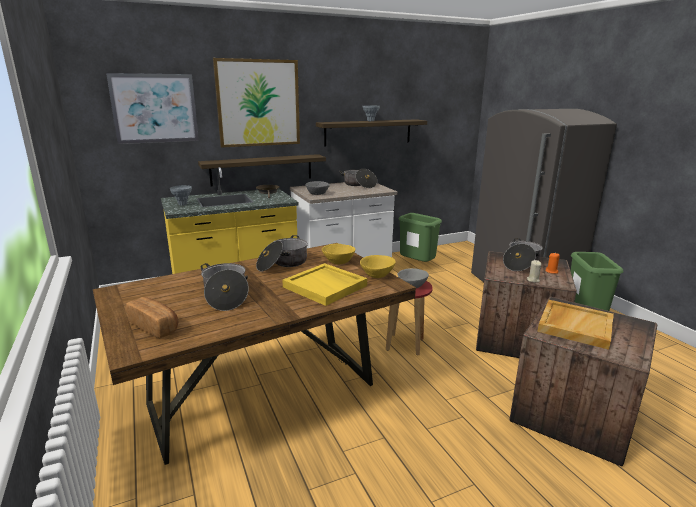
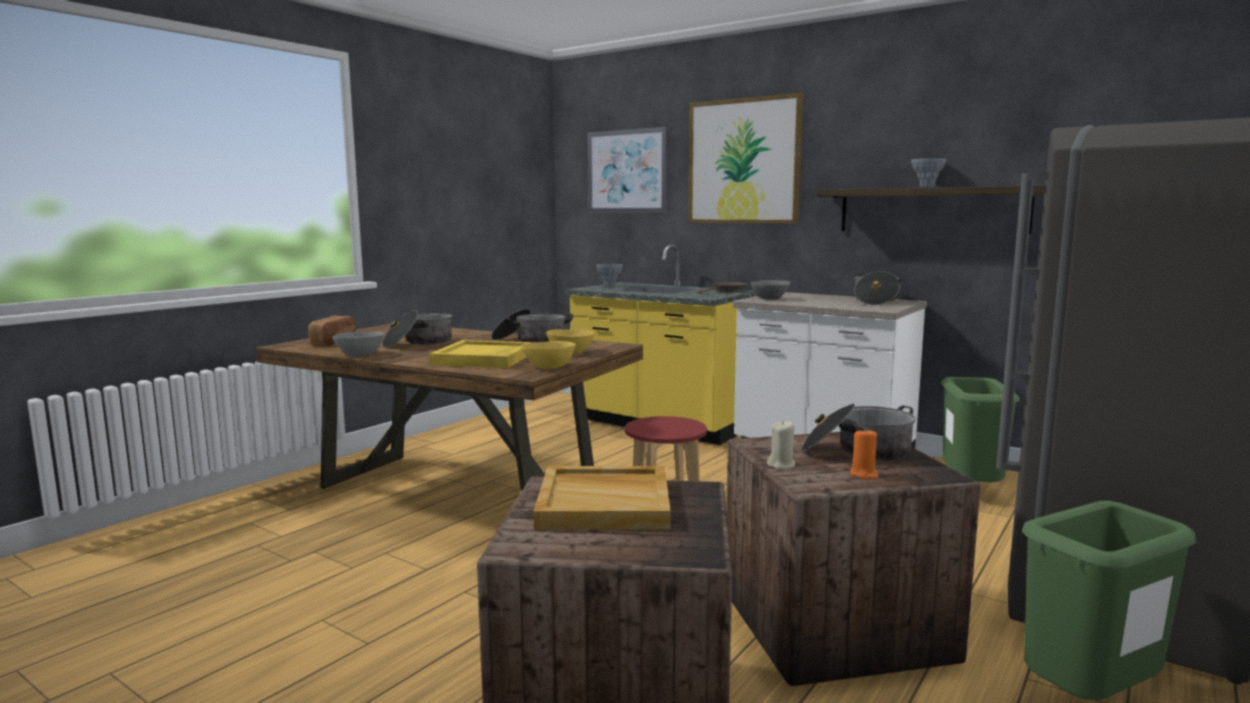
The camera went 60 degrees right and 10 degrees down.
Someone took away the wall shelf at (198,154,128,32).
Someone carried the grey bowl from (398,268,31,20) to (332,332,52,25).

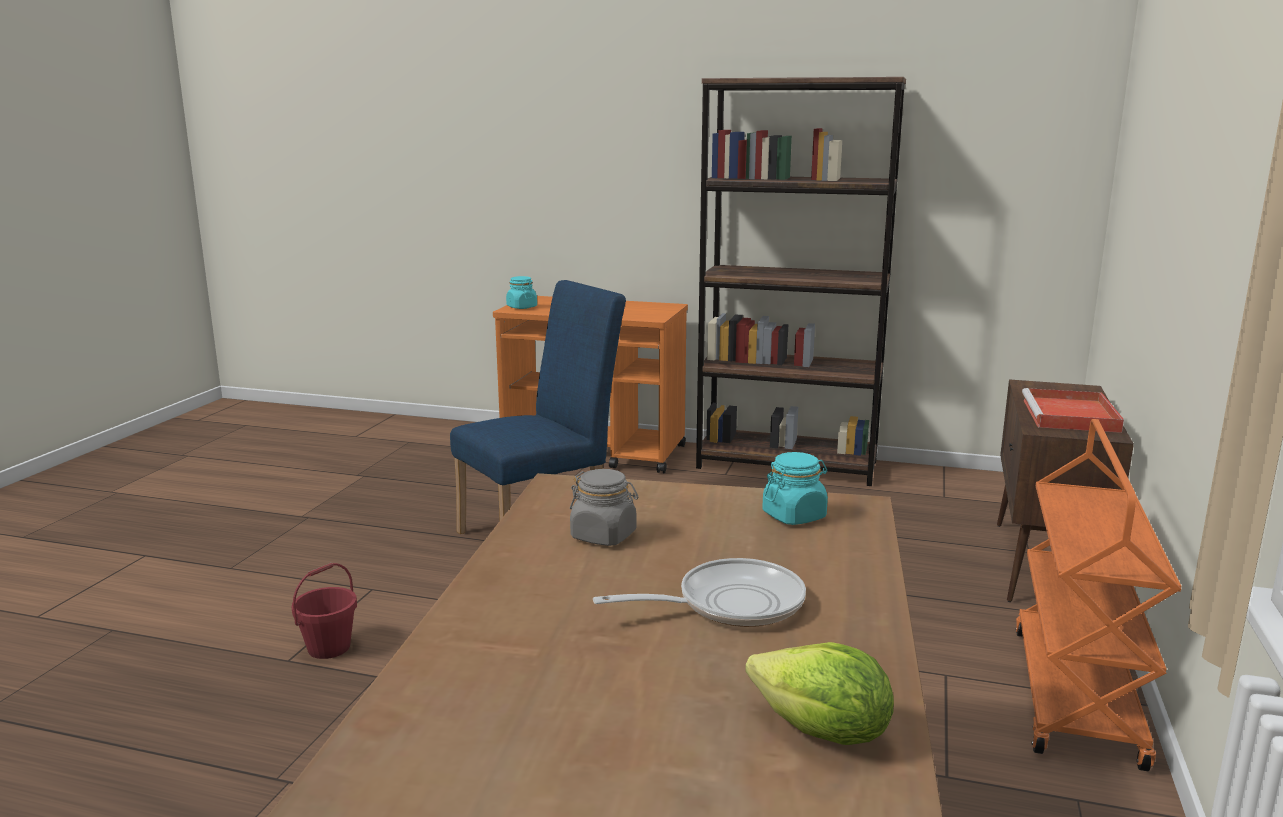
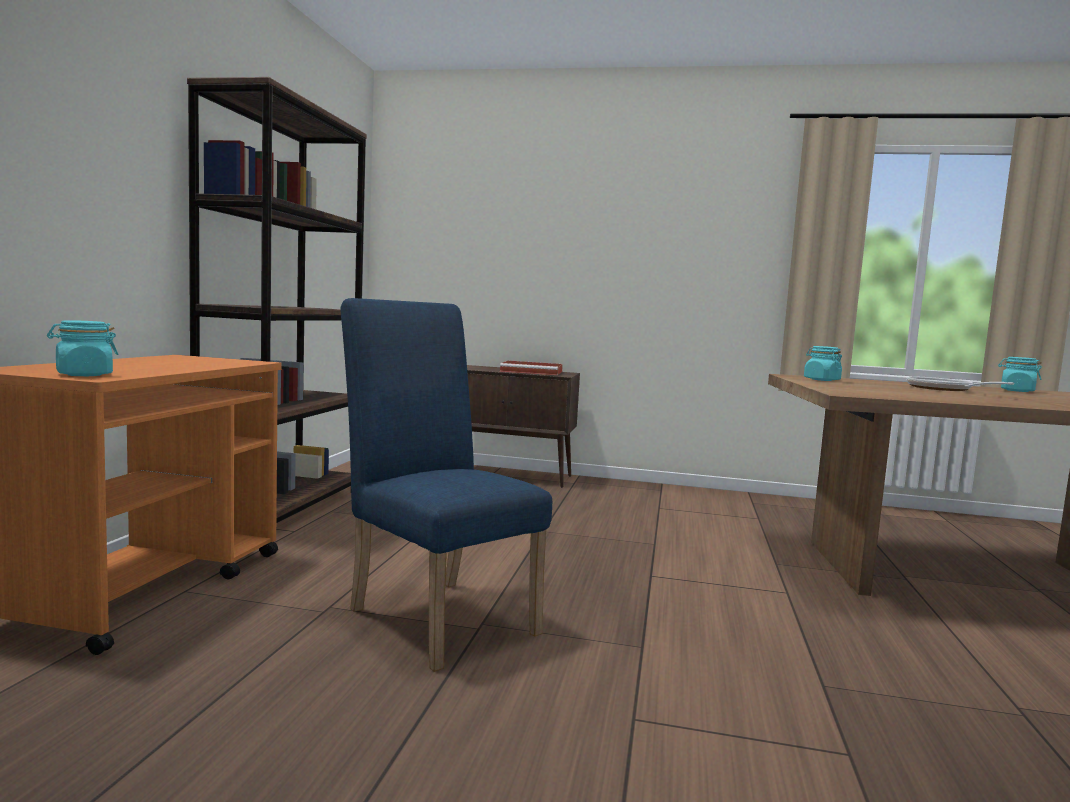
The camera went 95 degrees left and 10 degrees down.
Someone took away the red bucket at (291,563,66,96).
Someone took away the grey storage jar at (570,469,68,77).
Someone took away the orange wheeled cart at (1016,419,165,352).
Someone swapped the lettuce head at (745,642,149,103) for the turquoise-coloured storage jar at (998,357,44,35).

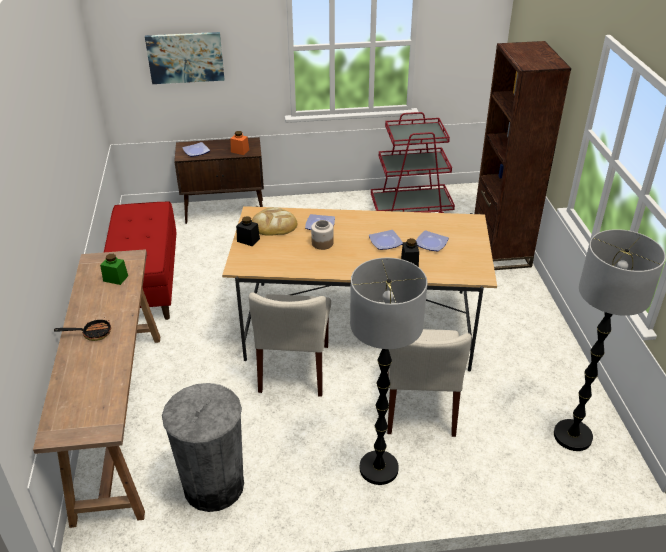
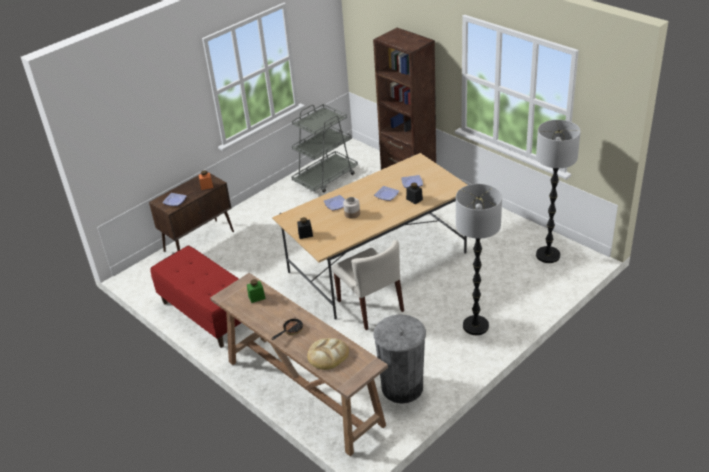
The camera went 35 degrees left and 0 degrees up.
Someone took away the wall art at (145,32,80,52).
Someone took away the sand-coloured plain chair at (387,329,85,108).
Someone carried the baked bread from (252,207,45,29) to (307,338,42,32).
Someone repainted the red wheeled cart at (371,112,84,101), which became the grey wheeled cart at (291,104,67,89).

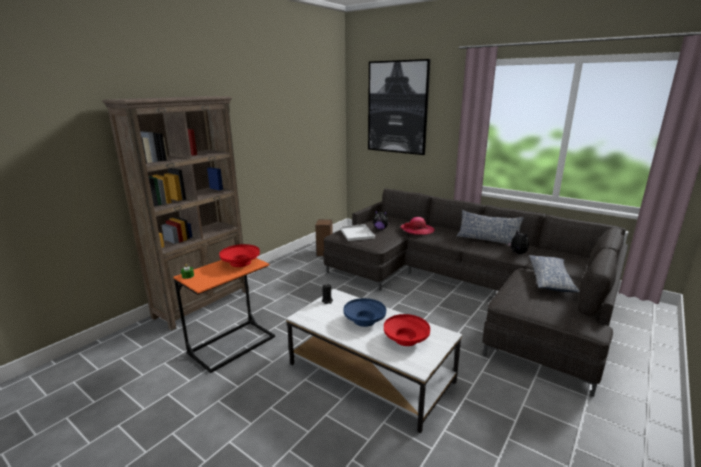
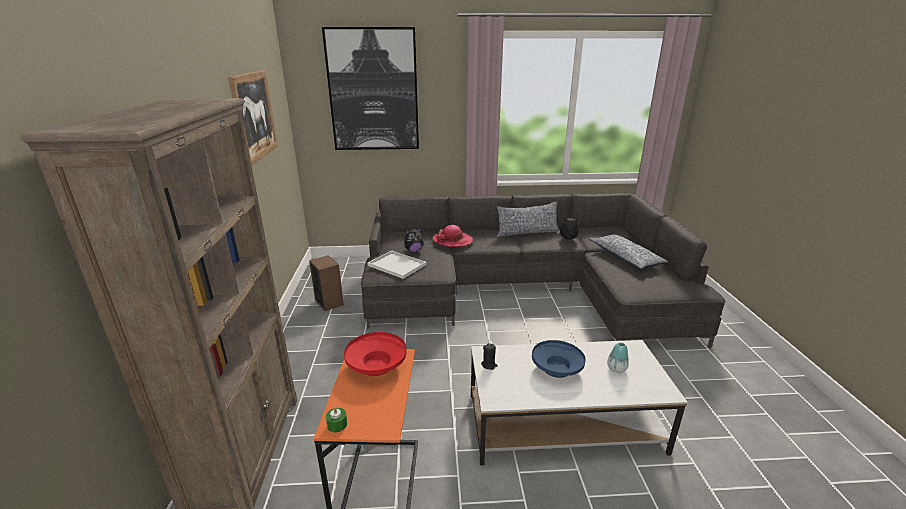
The camera went 40 degrees left and 5 degrees up.
Someone put up the wall art at (228,70,50,96).
Someone swapped the red bowl at (384,314,46,32) for the vase at (607,343,22,30).

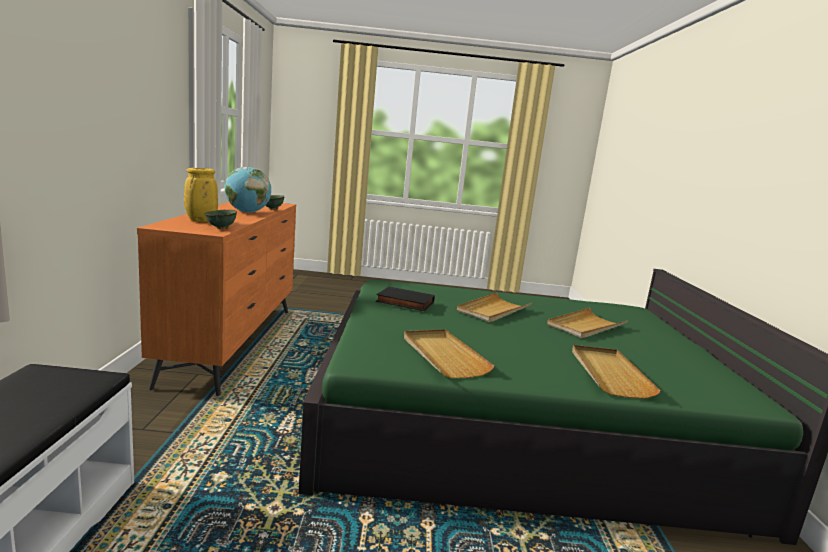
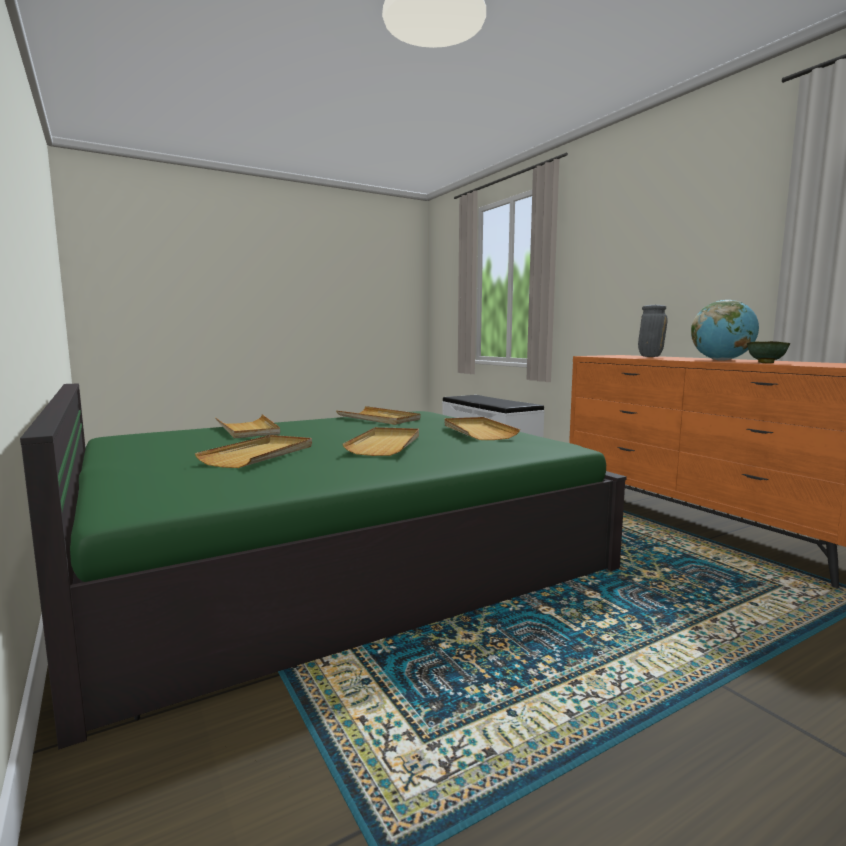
The camera went 150 degrees right and 5 degrees down.
Someone took away the green-coloured bowl at (205,210,32,19).
Someone swapped the blackish book at (376,286,59,25) for the sand-coloured tray at (445,417,75,23).
Someone repainted the yellowish vase at (184,168,34,54), which became the grey vase at (638,305,29,52).

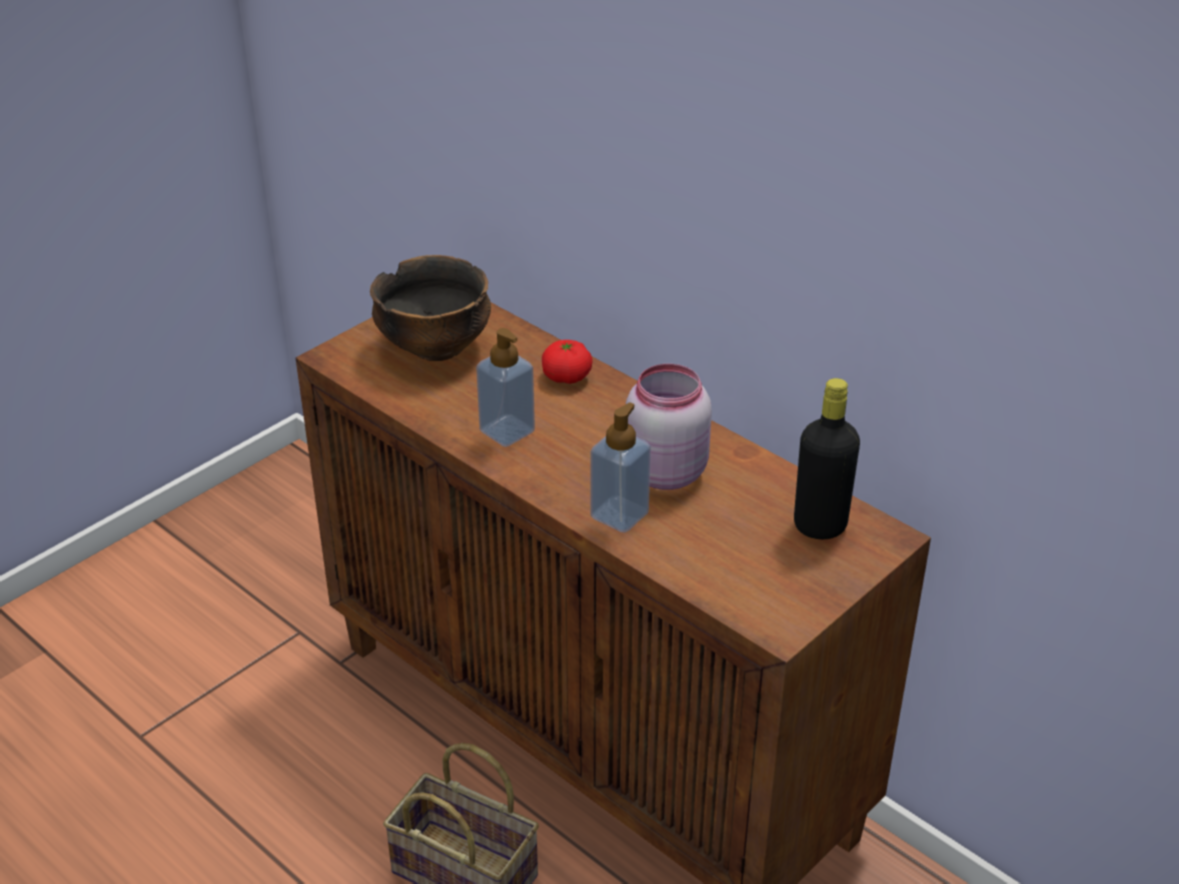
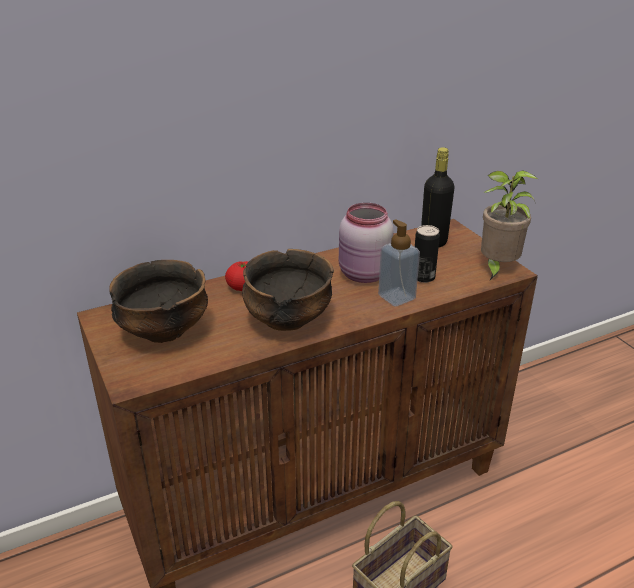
The camera went 70 degrees left and 5 degrees down.
Someone put down the can at (415,225,25,58).
Someone put down the plant in a pot at (481,170,57,110).
Someone swapped the soap bottle at (476,328,59,119) for the bowl at (242,249,92,82).

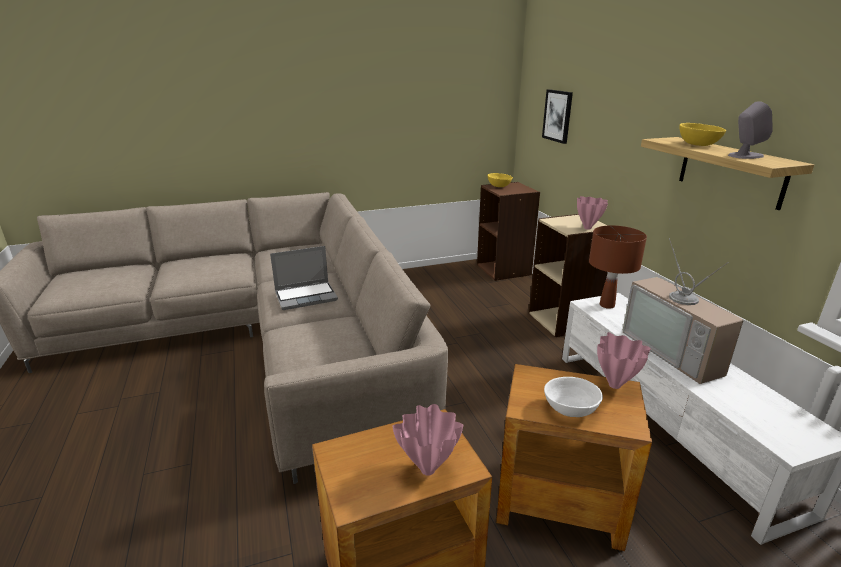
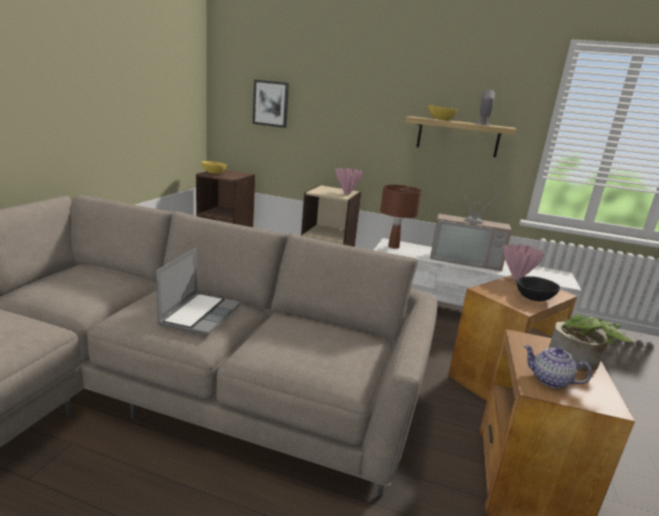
The camera went 55 degrees left and 5 degrees down.
Someone put down the pot for tea at (524,345,68,43).
Someone swapped the pinkish vase at (393,404,70,72) for the plant in a pot at (549,314,84,58).
Someone repainted the white-coloured bowl at (544,377,59,40), which became the blackish bowl at (517,276,43,25).

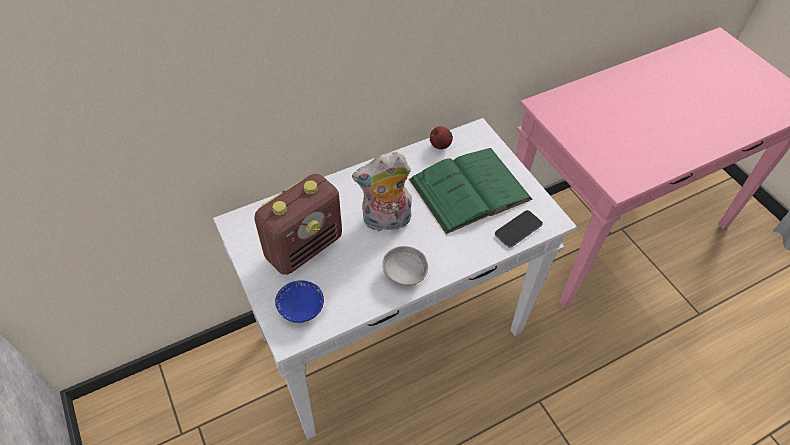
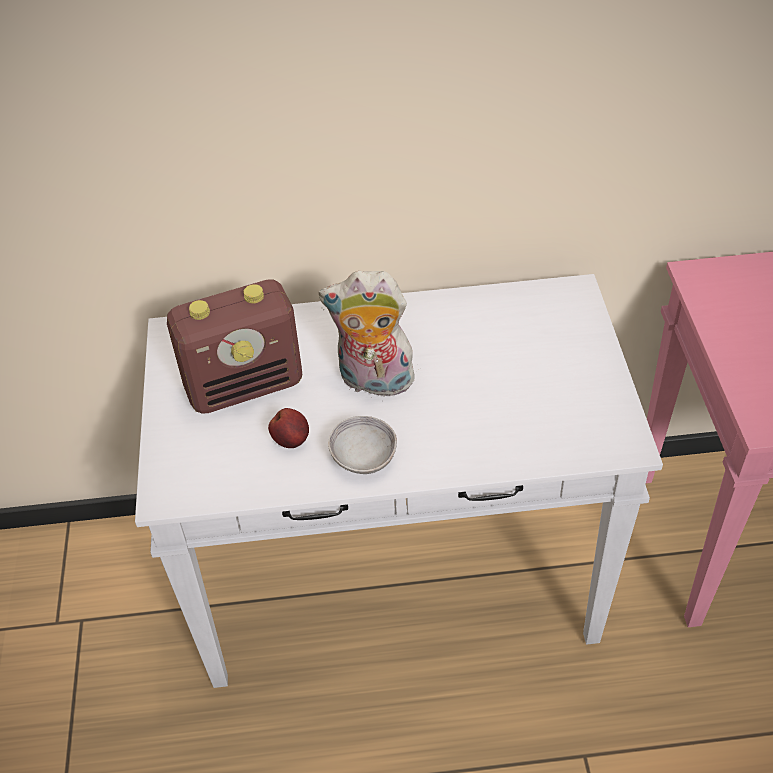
The camera went 25 degrees right and 5 degrees down.
Someone took away the bluish bowl at (275,280,49,43).
Someone took away the green-coloured book at (409,148,123,86).
Someone took away the telephone at (495,210,48,38).
Someone carried the apple from (430,126,23,23) to (268,408,41,40).

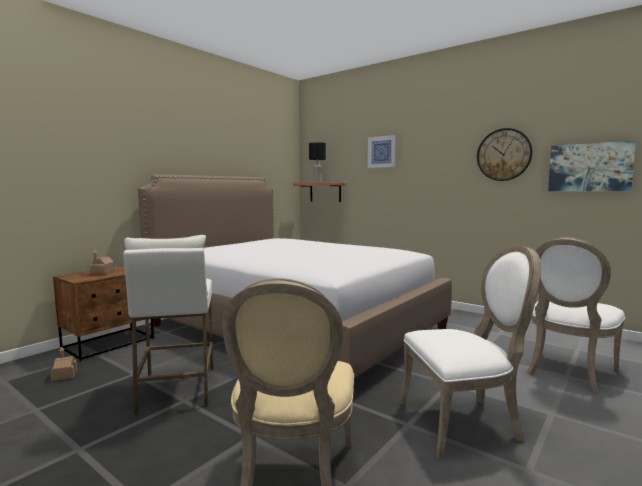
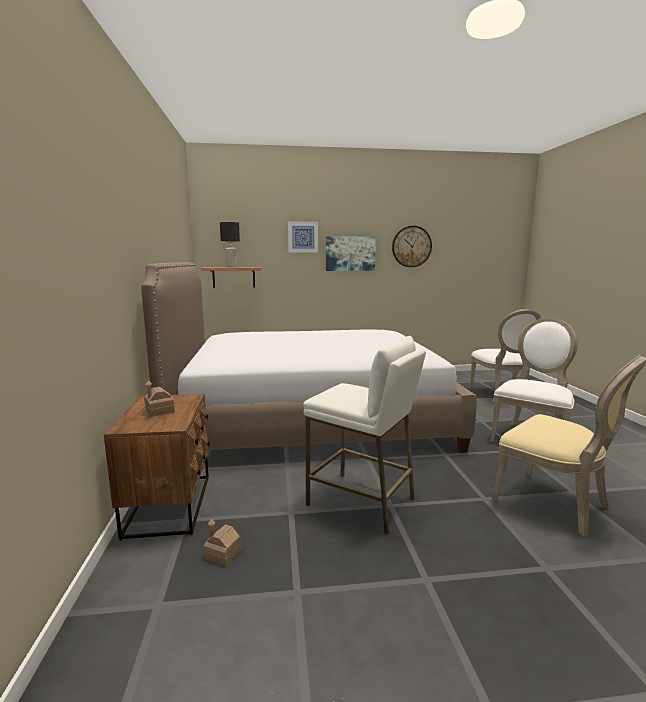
The camera went 45 degrees left and 5 degrees up.
Someone carried the wall art from (548,141,88,50) to (326,236,50,35).

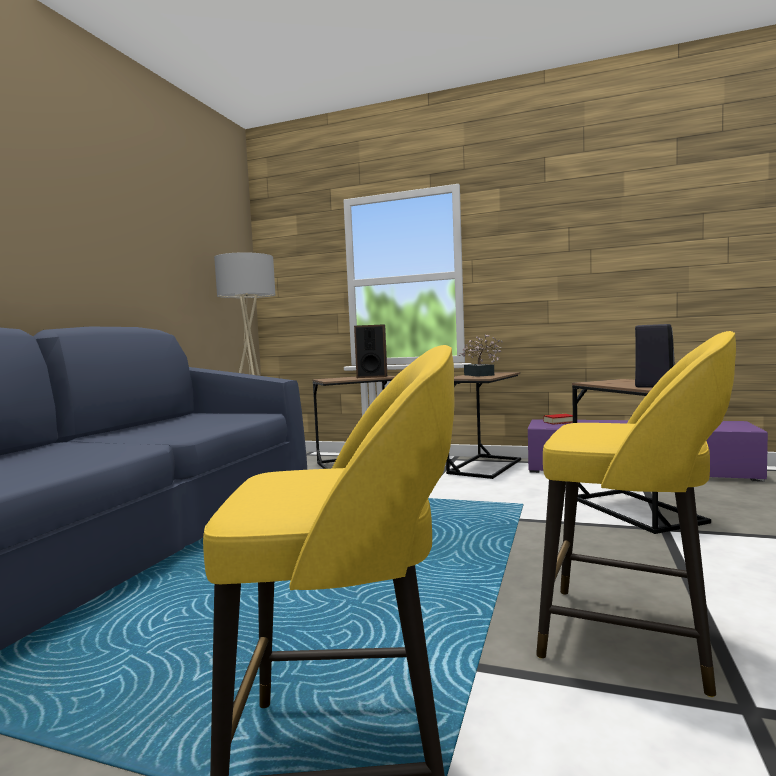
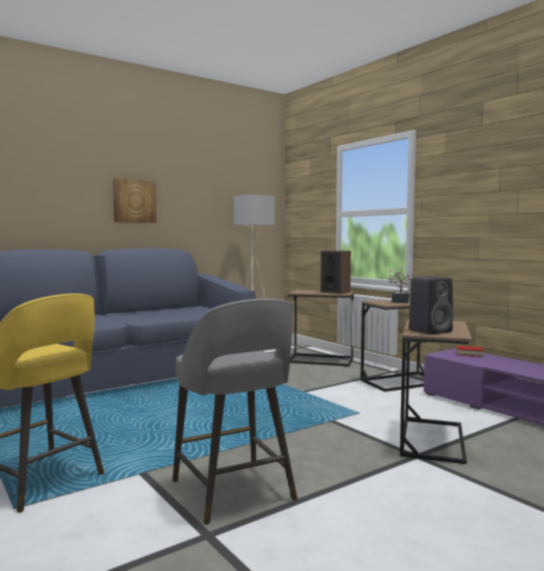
The camera went 35 degrees right and 0 degrees up.
Someone put up the wall art at (113,178,44,45).
Someone repainted the yellowish stool seat at (536,331,200,366), which became the grey stool seat at (173,299,124,226).

